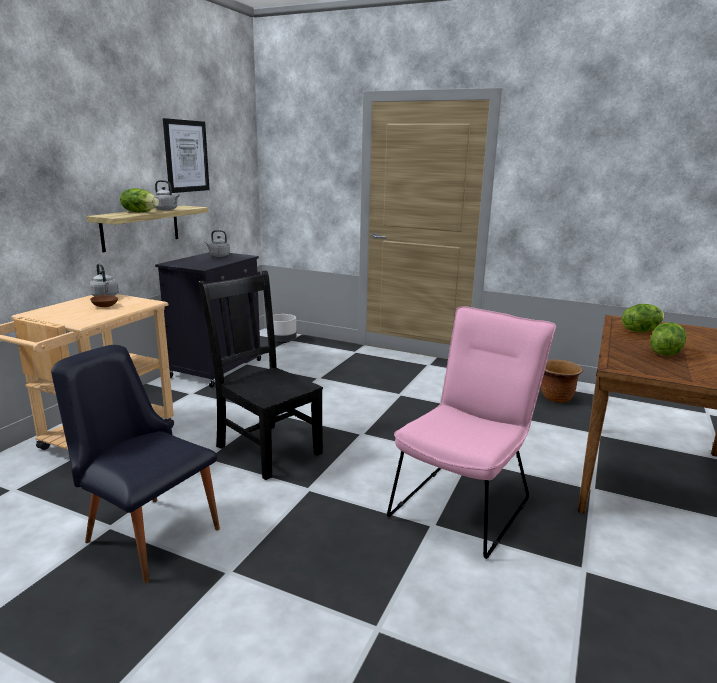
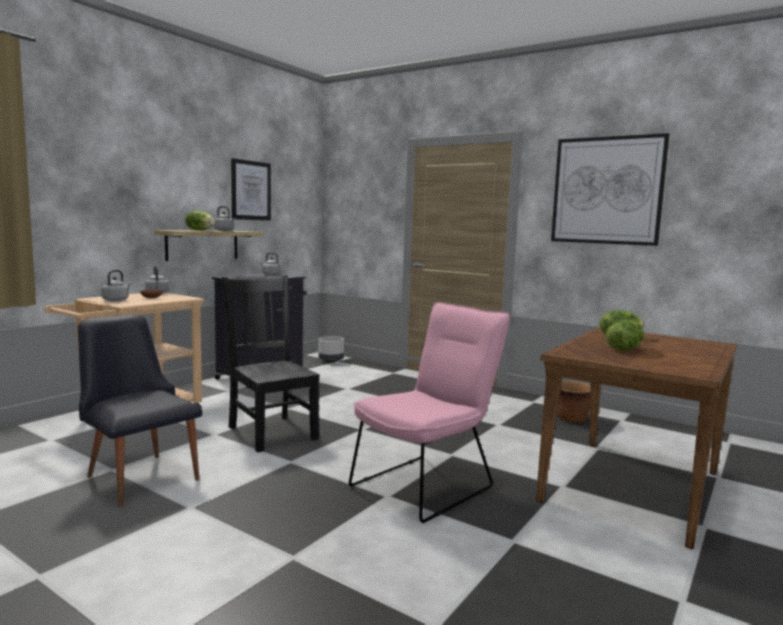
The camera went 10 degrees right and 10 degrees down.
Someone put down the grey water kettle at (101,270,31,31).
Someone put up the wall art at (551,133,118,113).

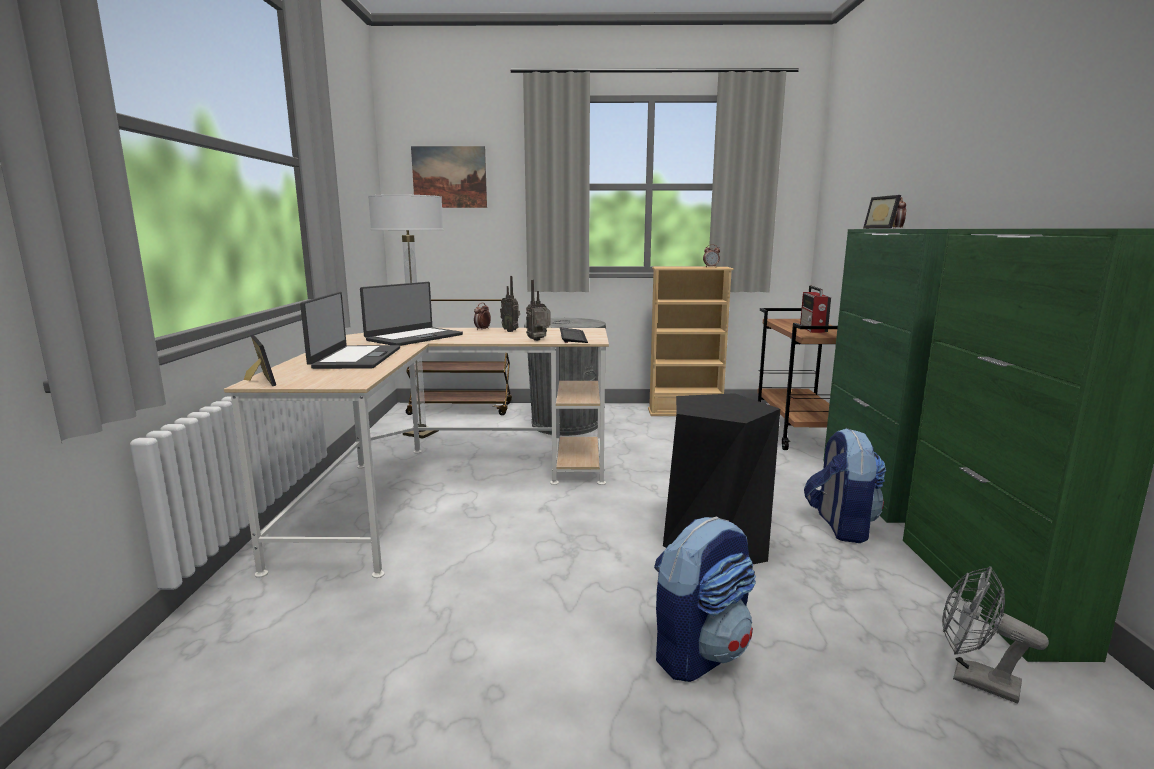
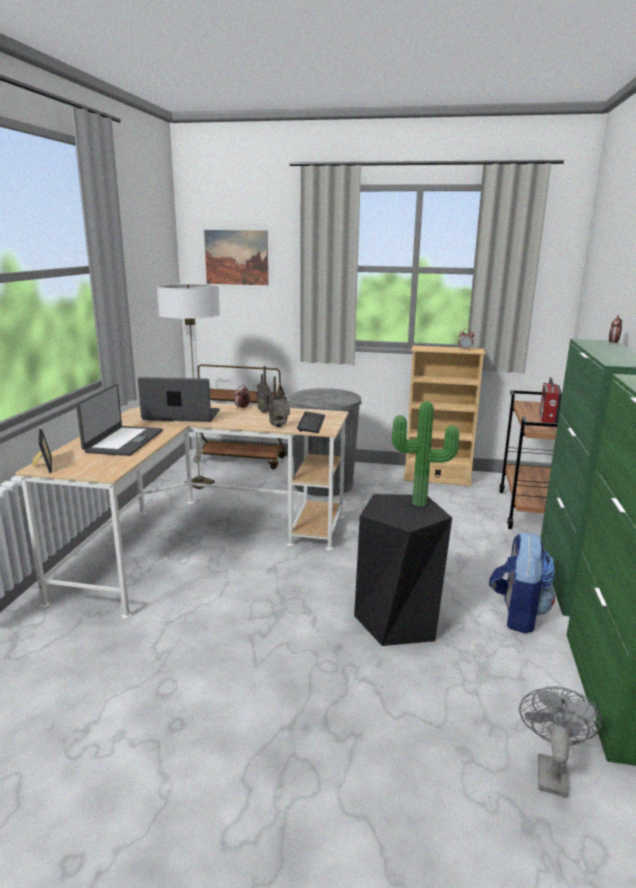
The camera went 10 degrees right and 5 degrees up.
Someone took away the knapsack at (654,516,102,166).
Someone took away the picture frame at (863,195,38,34).
Someone put down the plant in a pot at (392,401,67,106).
Someone rotated the laptop at (360,282,103,64) by 135 degrees counterclockwise.
Someone rotated the grey cooling fan at (942,566,107,137) by 60 degrees clockwise.

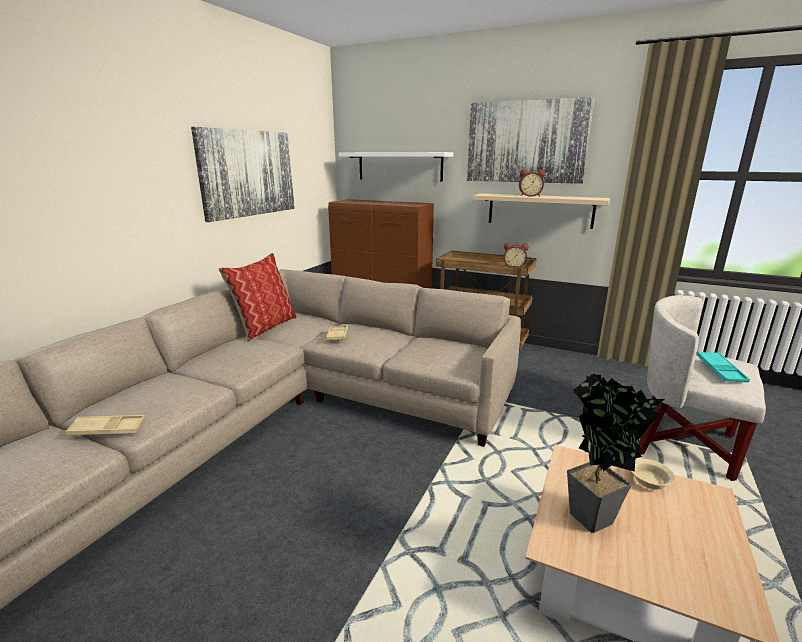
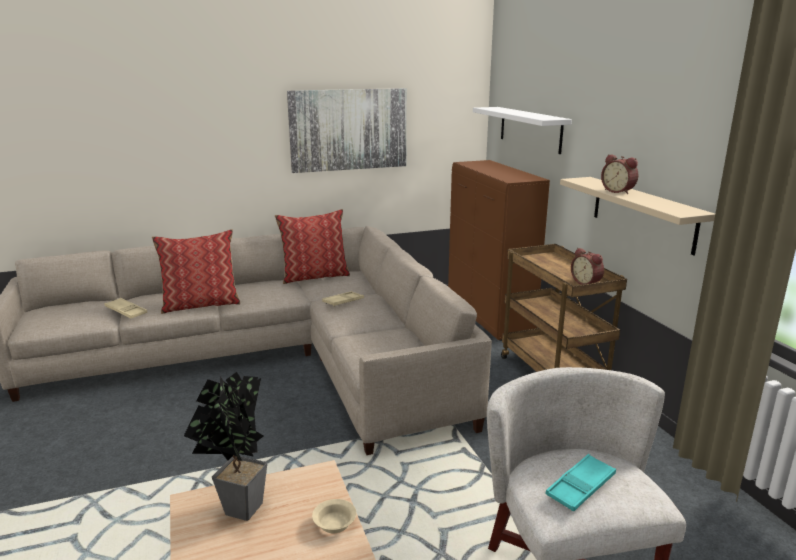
The camera went 45 degrees right and 0 degrees up.
Someone took away the wall art at (467,97,128,87).
Someone put down the pillow at (152,229,88,85).

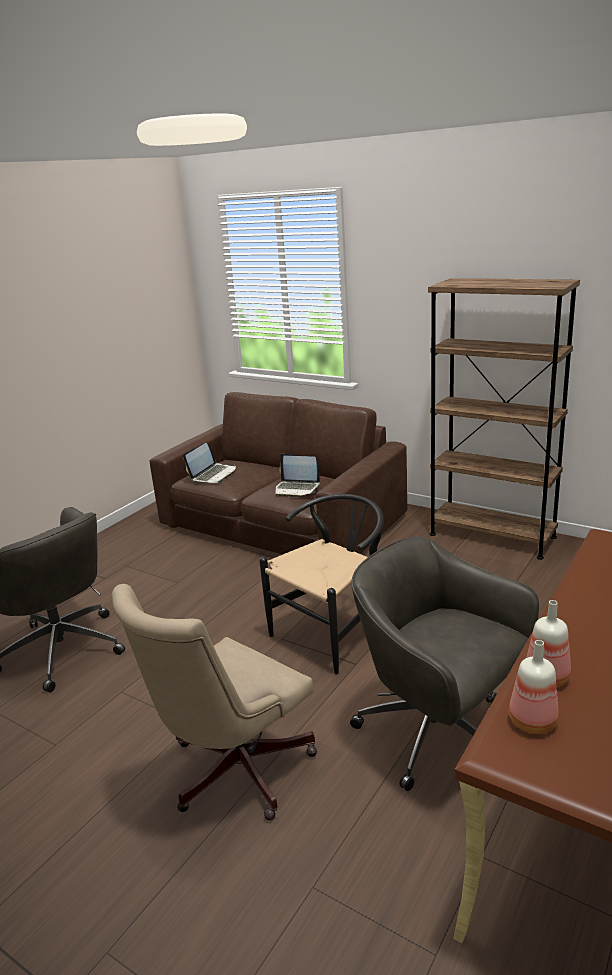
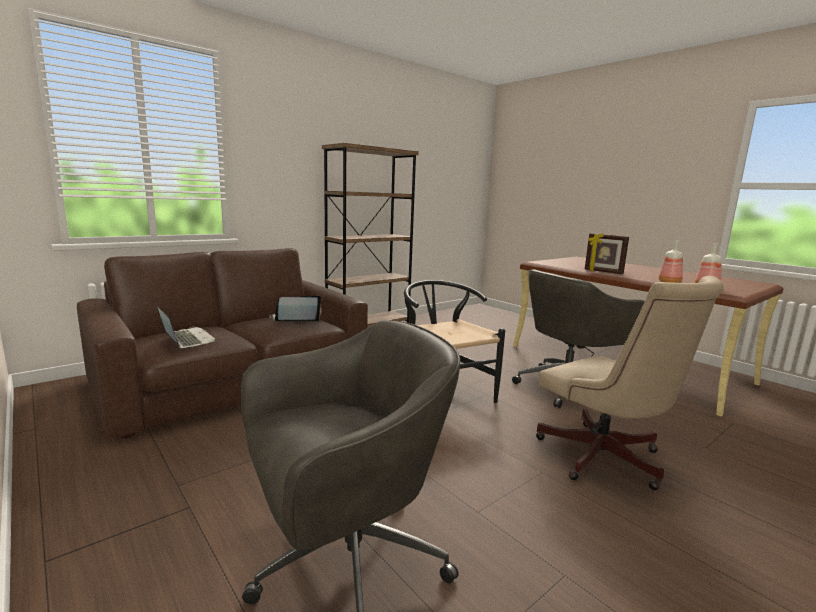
The camera went 75 degrees left and 10 degrees down.
Someone put down the picture frame at (585,233,44,41).
Someone rotated the laptop at (275,454,45,43) by 150 degrees counterclockwise.

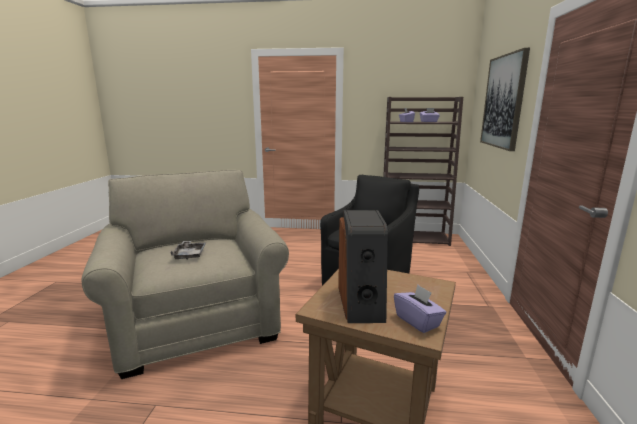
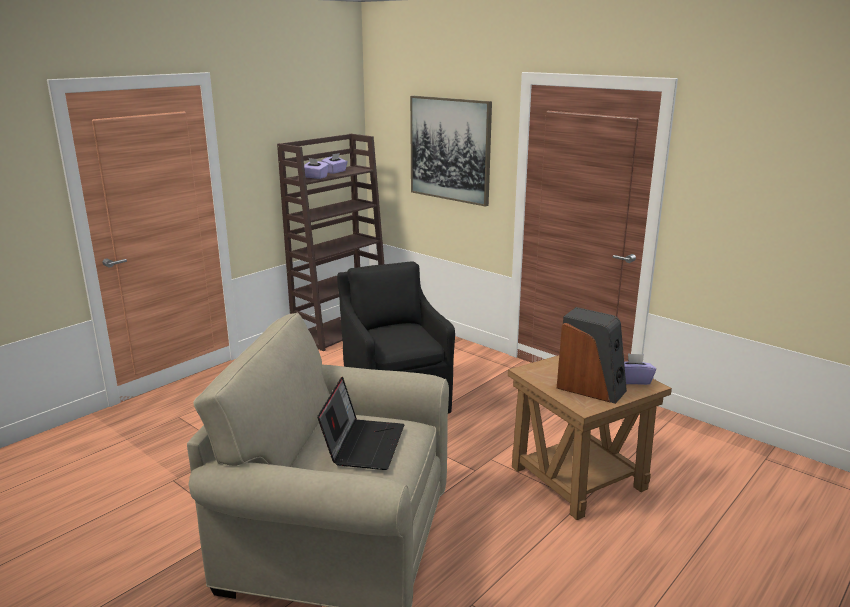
The camera went 55 degrees left and 5 degrees up.
Someone swapped the grey tray at (171,241,35,19) for the laptop at (317,376,88,94).

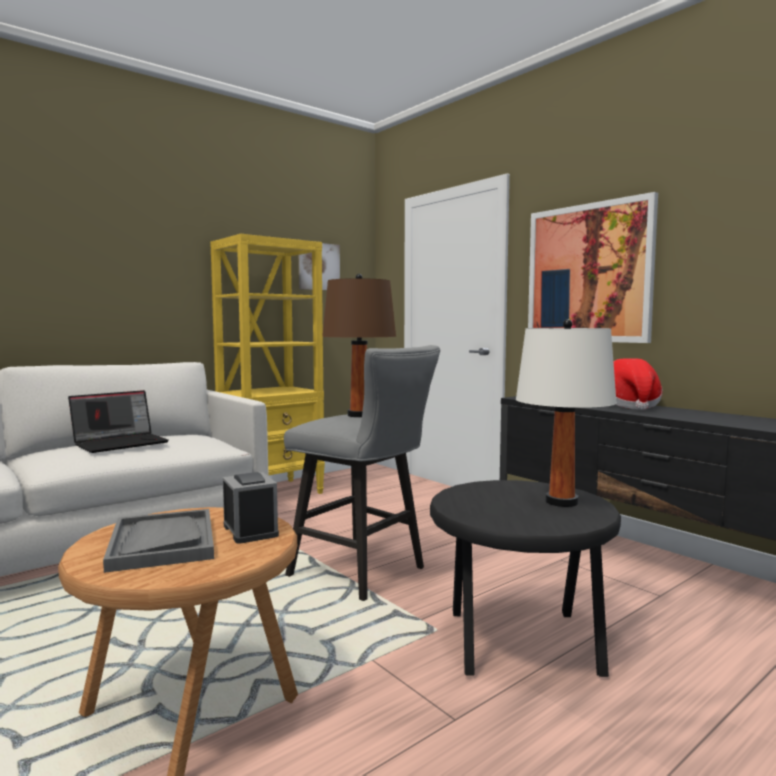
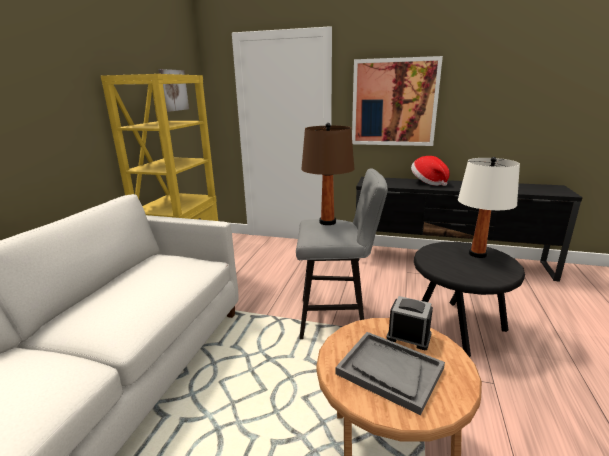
The camera went 35 degrees left and 15 degrees up.
Someone took away the laptop at (68,390,101,63).

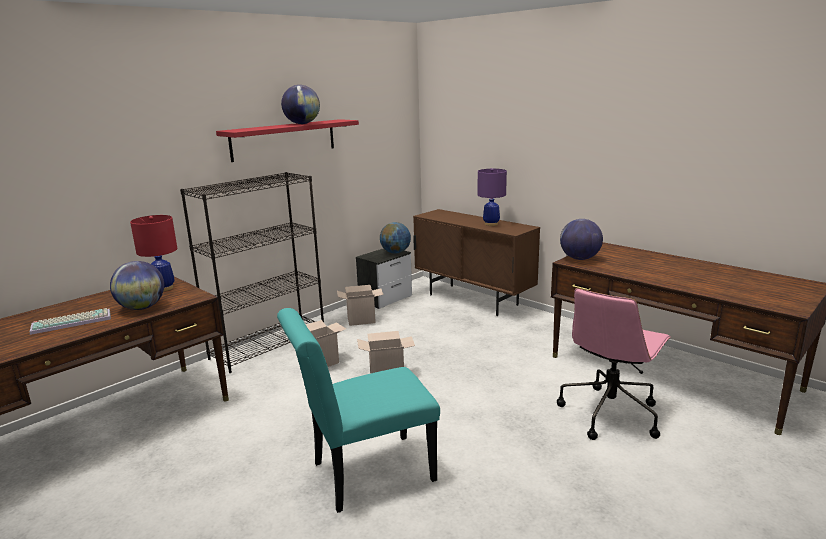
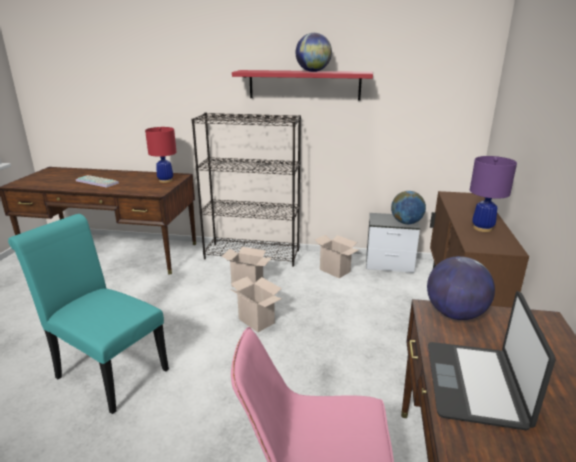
The camera went 55 degrees right and 5 degrees up.
Someone took away the world globe at (110,261,54,49).
Someone put down the laptop at (428,291,128,139).

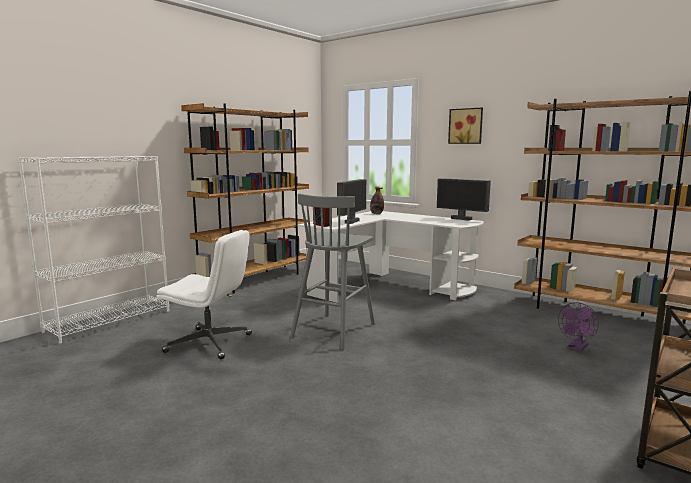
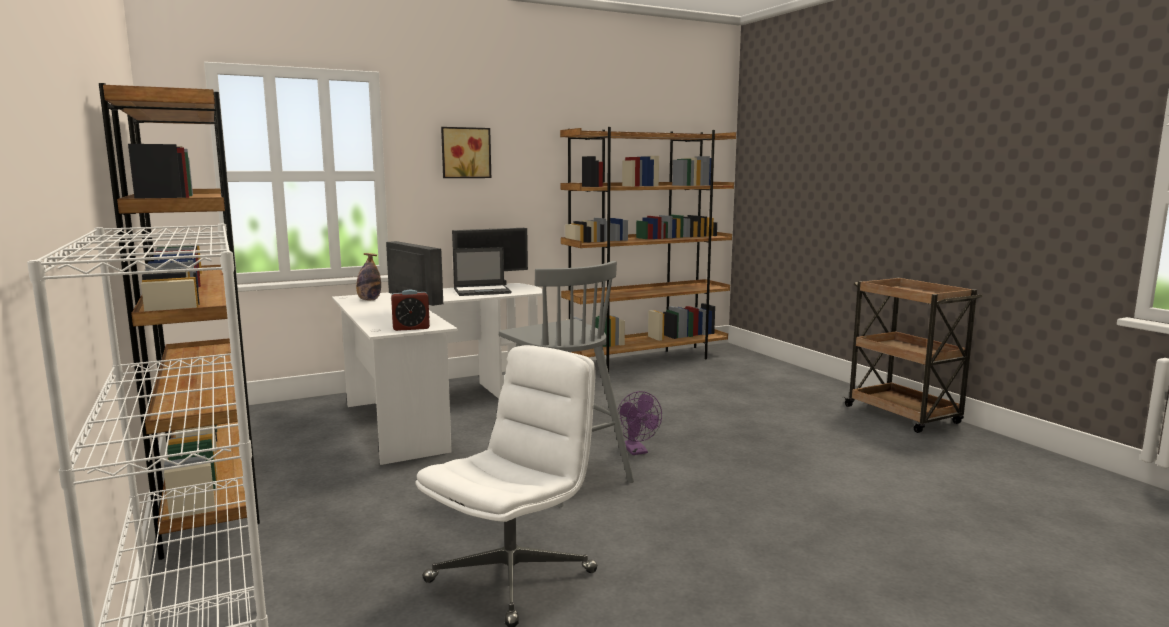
The camera went 65 degrees left and 0 degrees up.
Someone put down the laptop at (453,247,58,49).
Someone carried the purple-coloured cooling fan from (558,302,41,50) to (618,391,44,64).

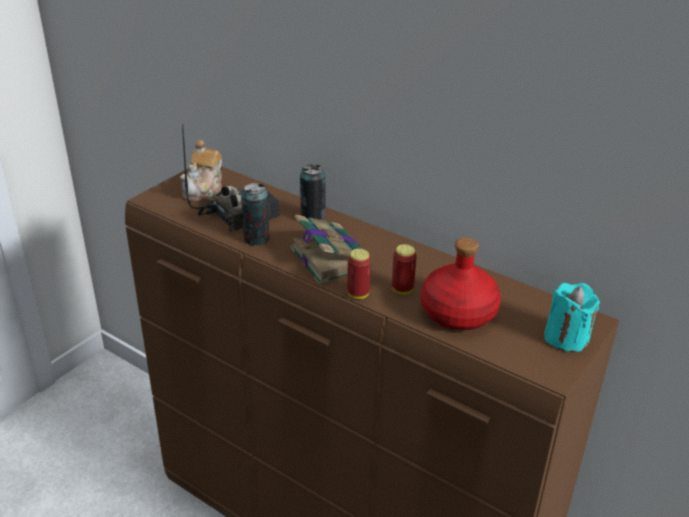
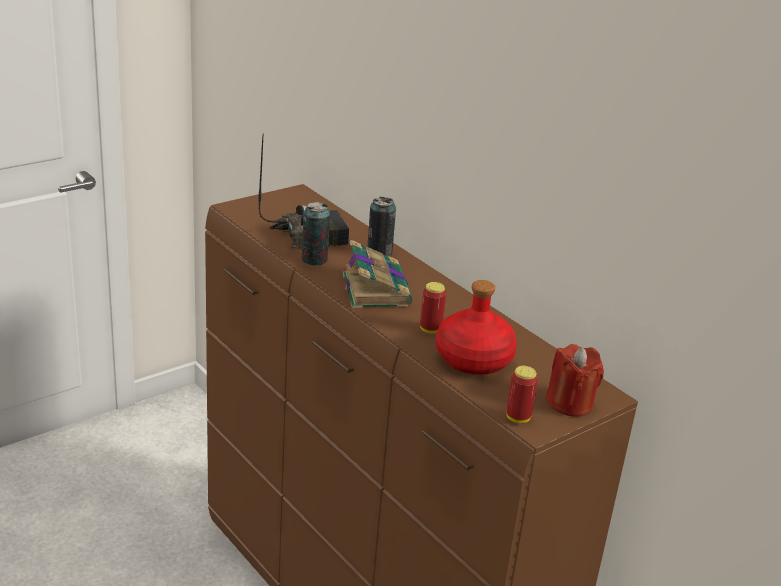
The camera went 15 degrees right and 5 degrees down.
Someone took away the pot for tea at (180,140,42,62).
Someone carried the can from (347,249,24,50) to (507,366,31,57).
Someone repainted the turquoise-coloured wax light at (544,283,56,69), which became the red wax light at (546,344,58,73).

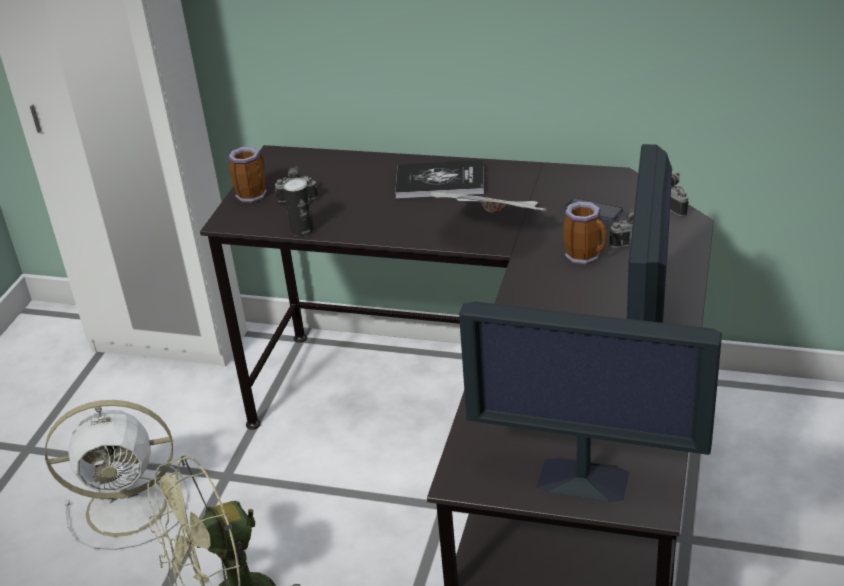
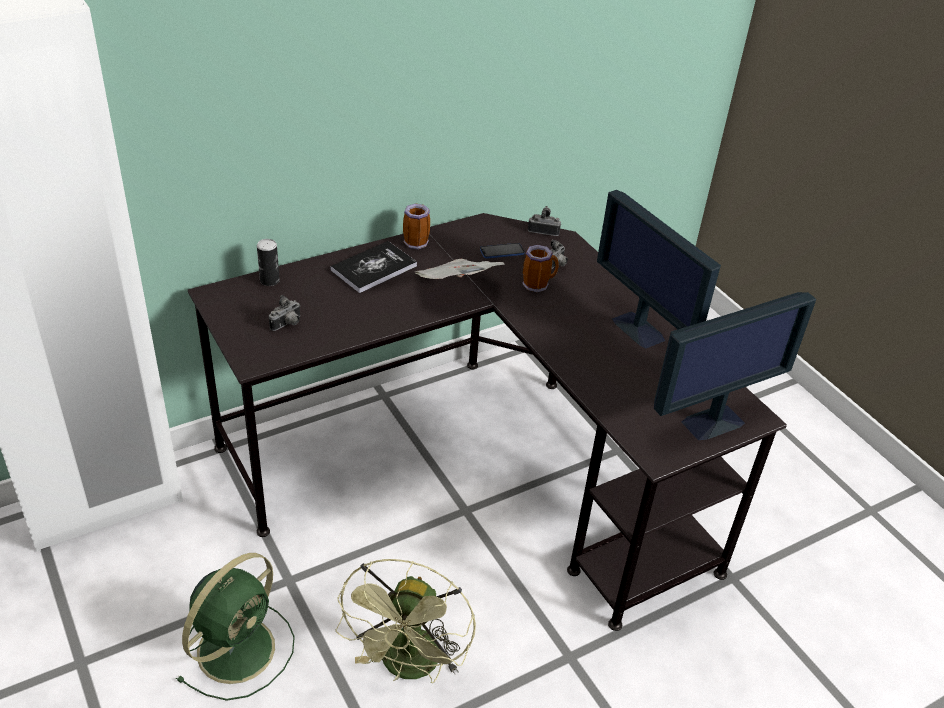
The camera went 50 degrees left and 5 degrees up.
Someone carried the mug from (228,147,39,55) to (403,204,27,45).
Someone carried the can from (283,178,31,58) to (257,239,23,47).
Someone repainted the white-coloured cooling fan at (45,400,143,150), which became the green-coloured cooling fan at (176,553,119,148).

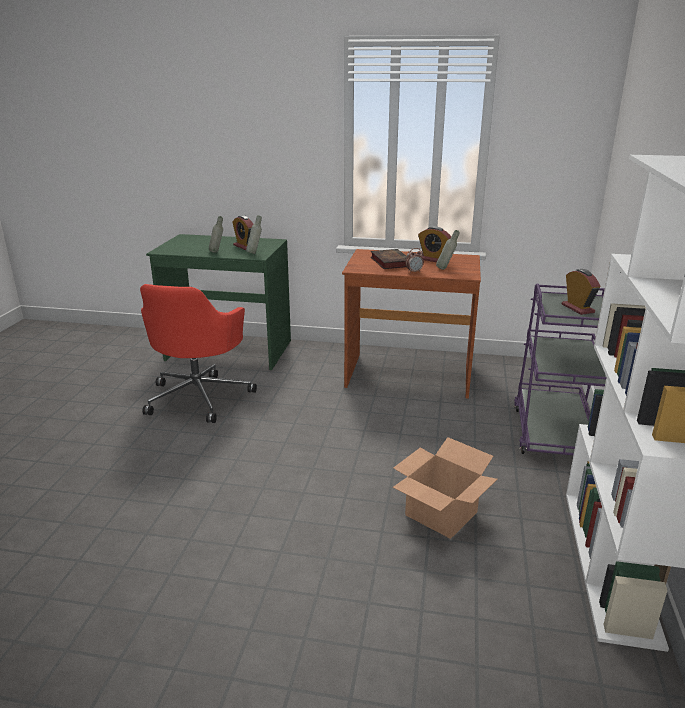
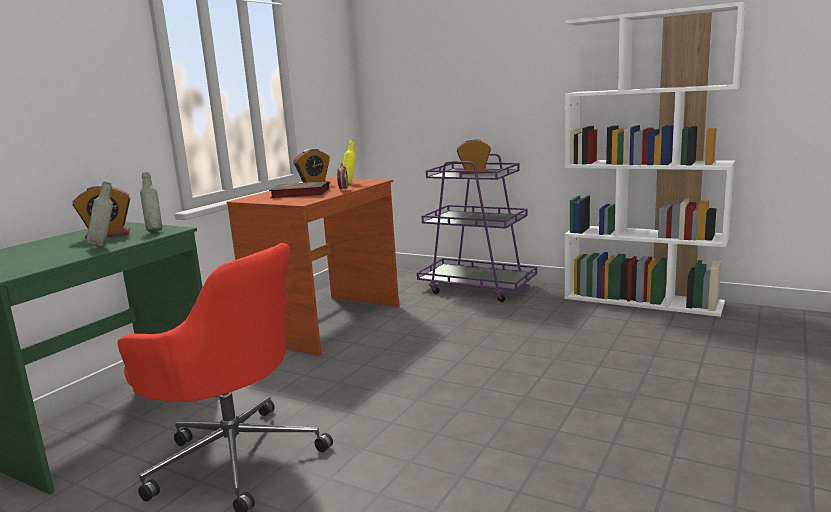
The camera went 70 degrees left and 10 degrees down.
Someone took away the cardboard box at (392,437,106,102).
Someone repainted the grey drink bottle at (436,230,23,40), which became the yellowish drink bottle at (343,140,13,44).

